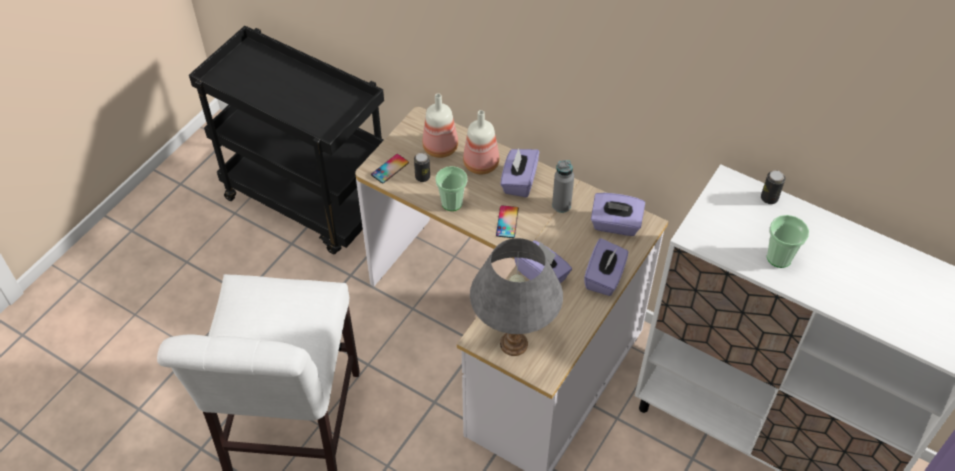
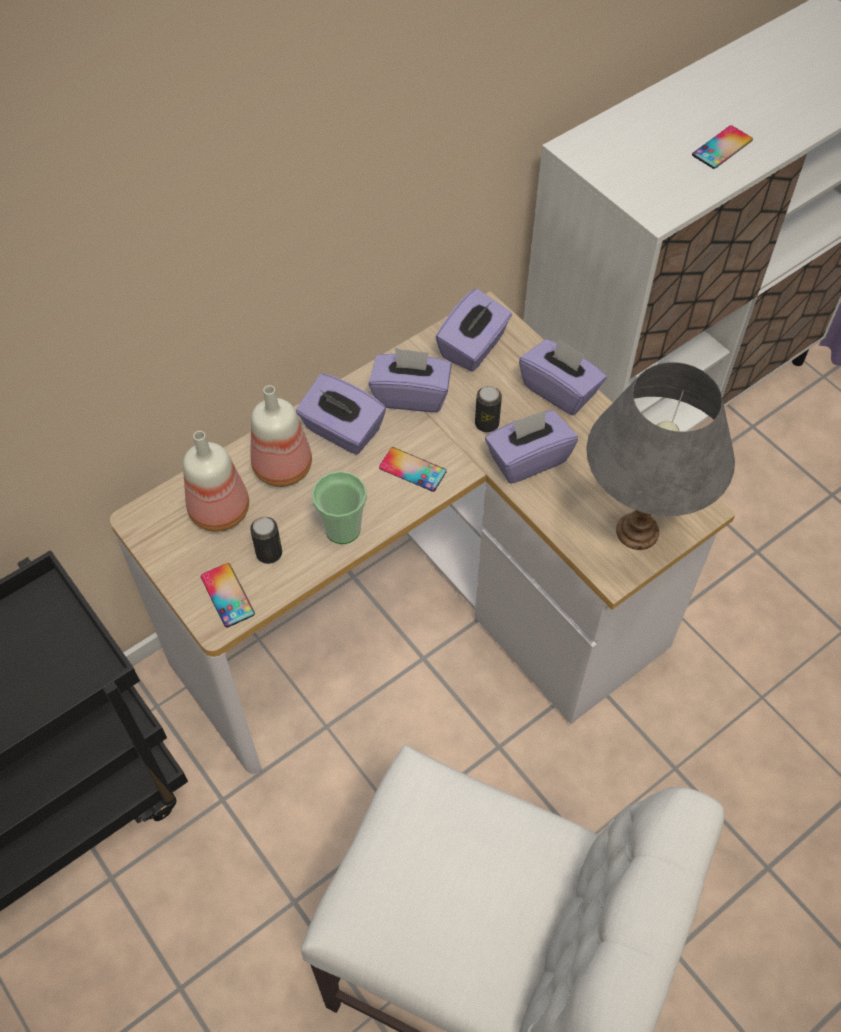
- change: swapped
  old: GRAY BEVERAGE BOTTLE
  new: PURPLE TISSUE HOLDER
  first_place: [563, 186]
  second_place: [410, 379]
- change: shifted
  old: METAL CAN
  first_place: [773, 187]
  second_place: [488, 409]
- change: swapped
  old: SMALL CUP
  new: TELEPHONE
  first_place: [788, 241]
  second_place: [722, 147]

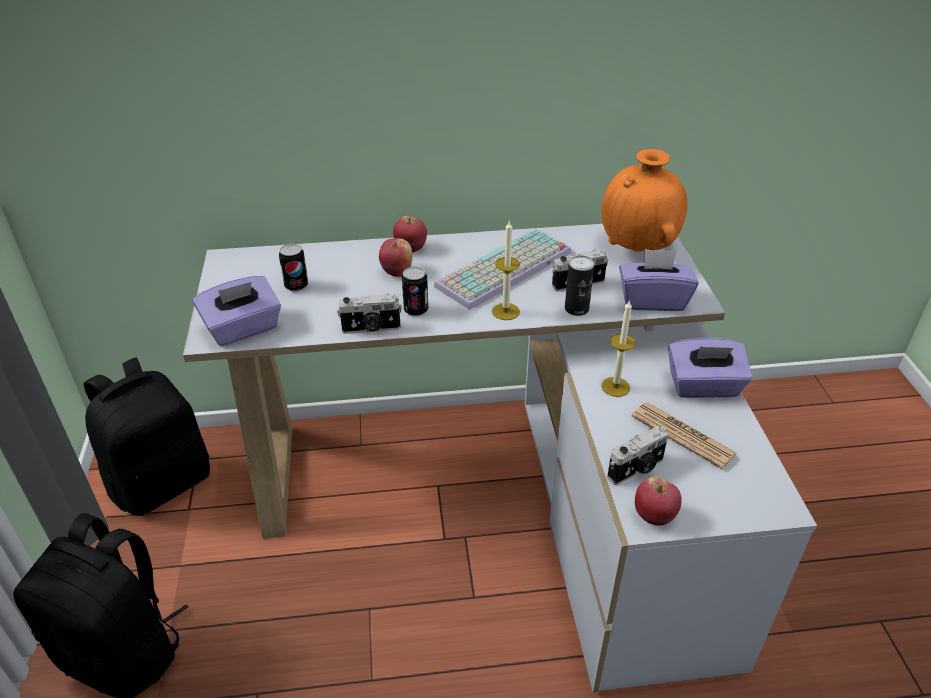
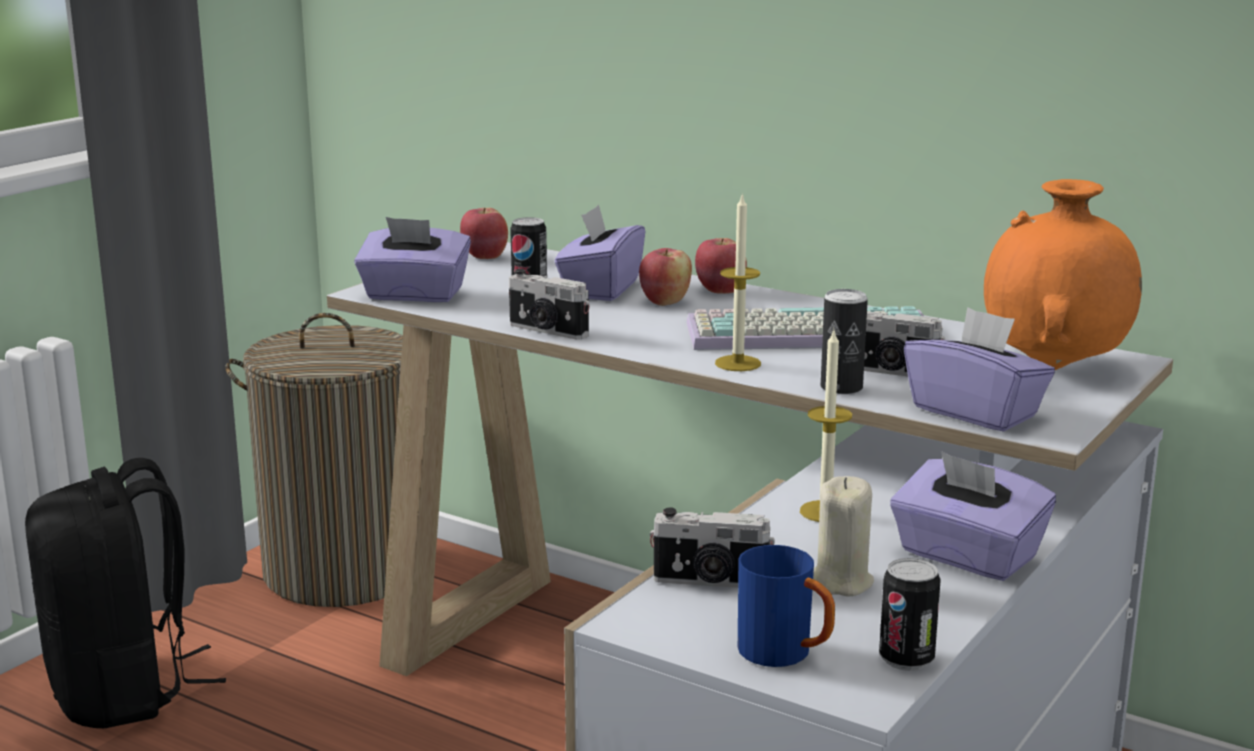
- change: swapped
  old: BLACK-COLOURED BACKPACK
  new: LAUNDRY BASKET
  first_place: [146, 437]
  second_place: [314, 460]
- change: shifted
  old: APPLE
  first_place: [658, 501]
  second_place: [484, 233]
- change: new
  new: PURPLE TISSUE HOLDER
  second_place: [600, 253]
- change: new
  new: BLUE TEA MUG
  second_place: [786, 606]
- change: swapped
  old: DAILY PAPER
  new: BEIGE-COLOURED WAX CANDLE
  first_place: [684, 435]
  second_place: [843, 536]
- change: shifted
  old: METAL CAN
  first_place: [415, 291]
  second_place: [910, 614]

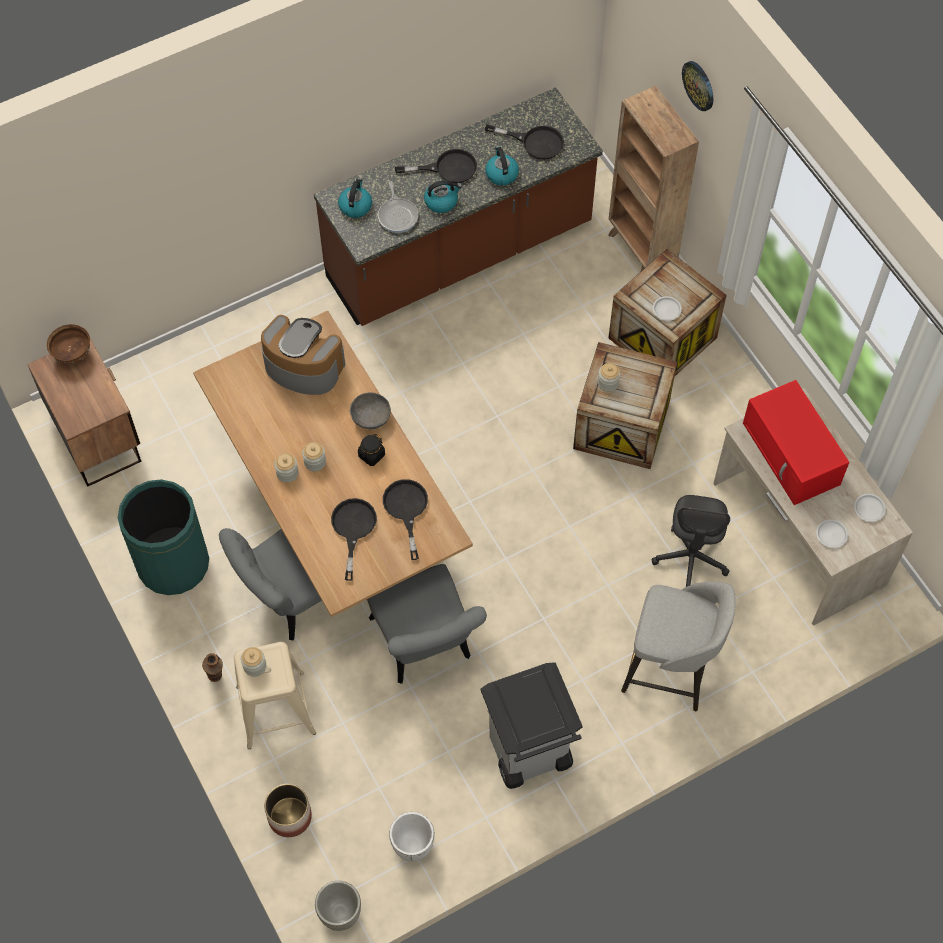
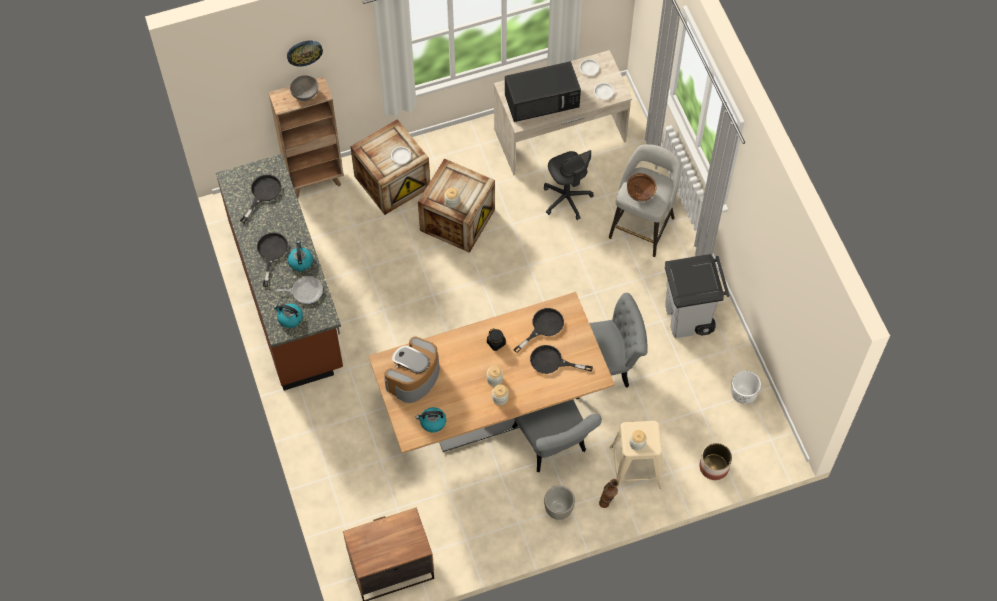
- change: shifted
  old: GRAY BOWL
  first_place: [370, 410]
  second_place: [304, 88]
- change: shifted
  old: KETTLE
  first_place: [502, 165]
  second_place: [431, 420]
- change: repainted
  old: RED MICROWAVE OVEN
  new: BLACK-COLOURED MICROWAVE OVEN
  first_place: [796, 442]
  second_place: [543, 91]
- change: rotated
  old: BLACK-COLOURED PAN
  first_place: [405, 519]
  second_place: [538, 330]
  degrees: 135
- change: rotated
  old: GRAY OFFICE CHAIR
  first_place: [690, 541]
  second_place: [569, 185]
  degrees: 45
- change: shifted
  old: GRAY FLOWER POT
  first_place: [338, 906]
  second_place: [559, 503]
- change: shifted
  old: BROWNISH BOWL
  first_place: [68, 344]
  second_place: [642, 187]
- change: gone
  old: GREEN TRASH CAN
  first_place: [163, 537]

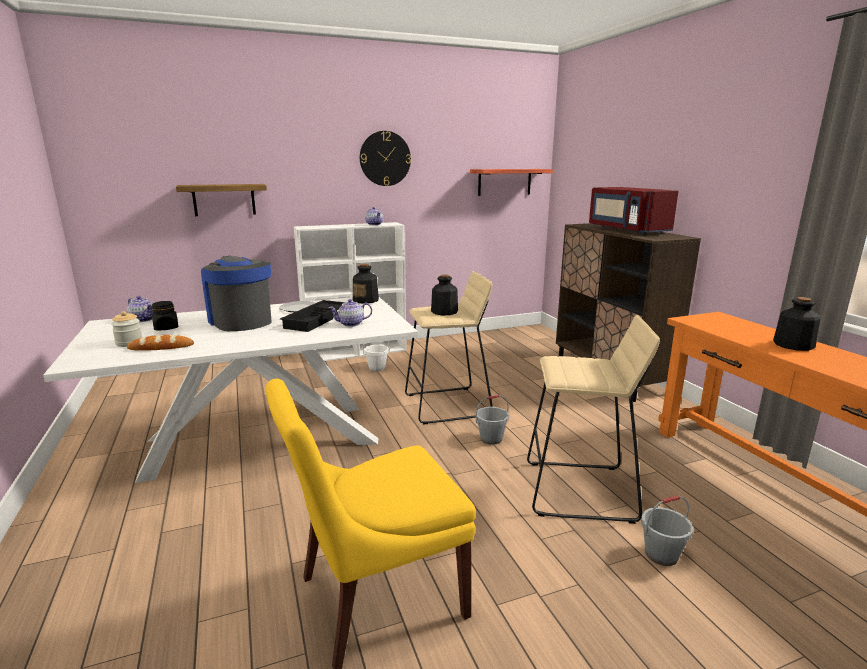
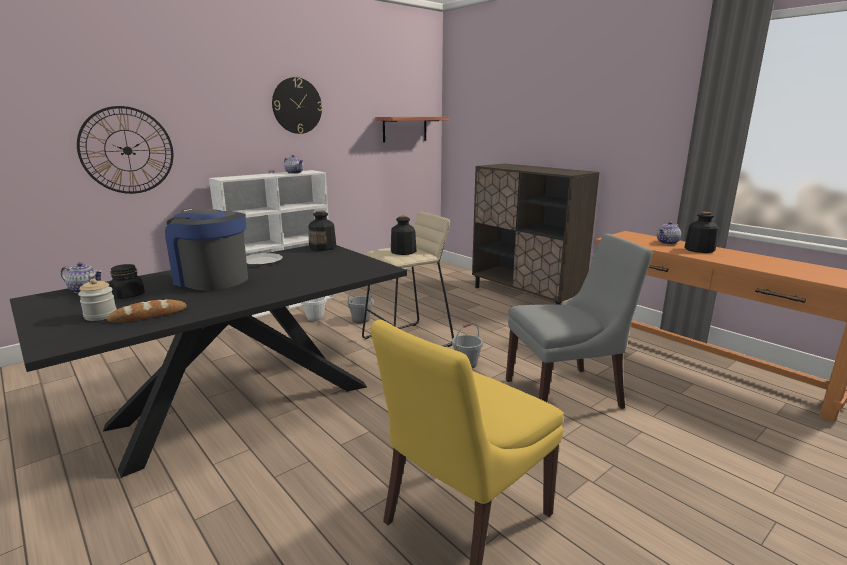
- change: repainted
  old: WHITISH DINNER TABLE
  new: BLACK-COLOURED DINNER TABLE
  first_place: [230, 390]
  second_place: [208, 361]
- change: swapped
  old: SHELF
  new: WALL CLOCK
  first_place: [221, 200]
  second_place: [125, 150]
- change: shifted
  old: GRAY WATER BUCKET
  first_place: [667, 531]
  second_place: [360, 304]
- change: swapped
  old: BEIGE-COLOURED SITTING STOOL
  new: GRAY UPRIGHT CHAIR
  first_place: [593, 419]
  second_place: [579, 321]
- change: shifted
  old: POT FOR TEA
  first_place: [350, 313]
  second_place: [669, 233]
- change: gone
  old: BLACK-COLOURED CARRYING TRAY
  first_place: [313, 316]
- change: gone
  old: RED MICROWAVE OVEN
  first_place: [634, 211]

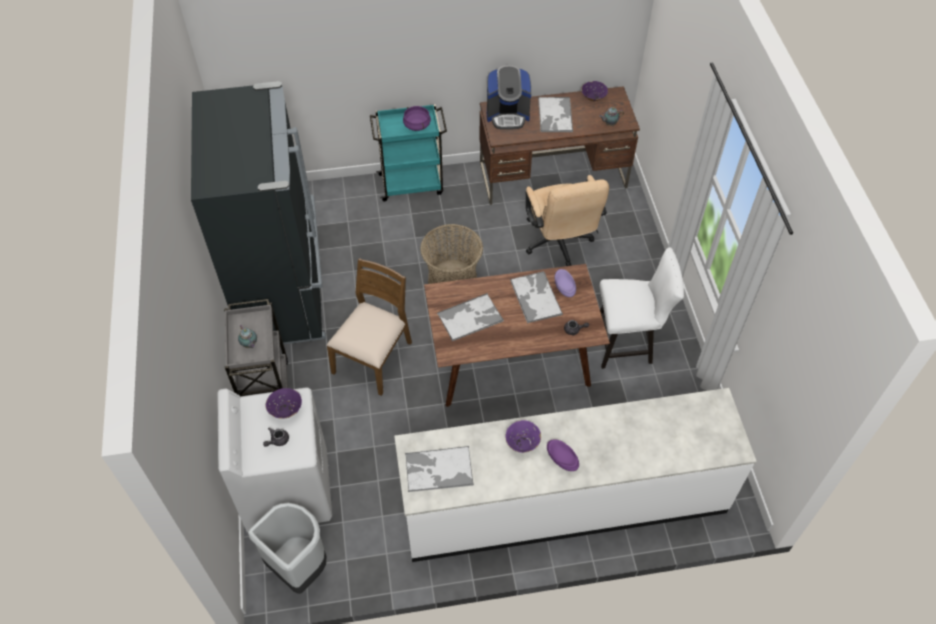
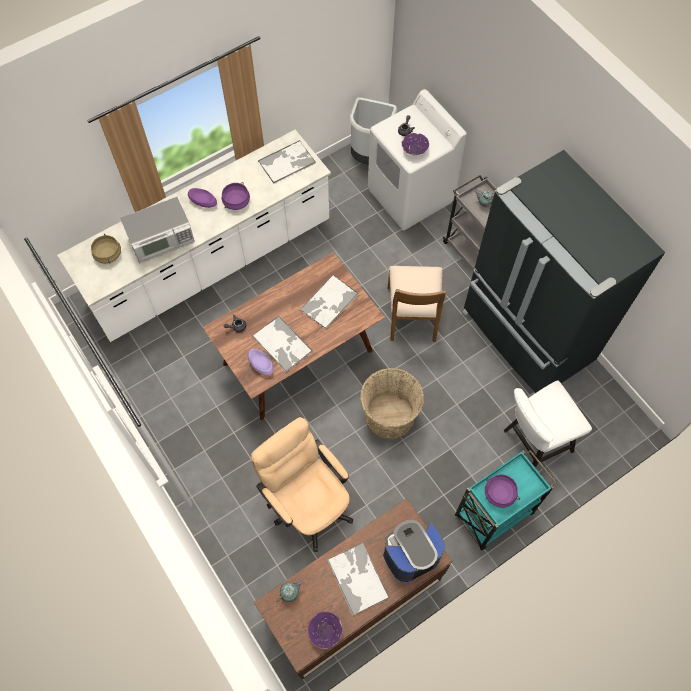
- change: new
  new: BEIGE-COLOURED STOCKPOT
  second_place: [106, 248]
- change: new
  new: MICROWAVE OVEN
  second_place: [157, 230]
- change: swapped
  old: PURPLE BOWL
  new: PURPLE STOCKPOT
  first_place: [523, 436]
  second_place: [235, 196]
- change: shifted
  old: WHITISH UPRIGHT CHAIR
  first_place: [641, 308]
  second_place: [548, 424]

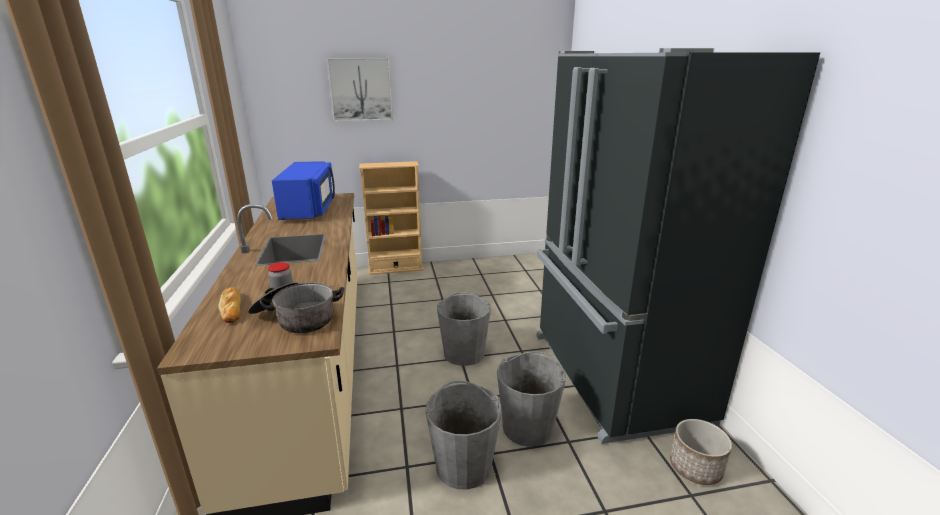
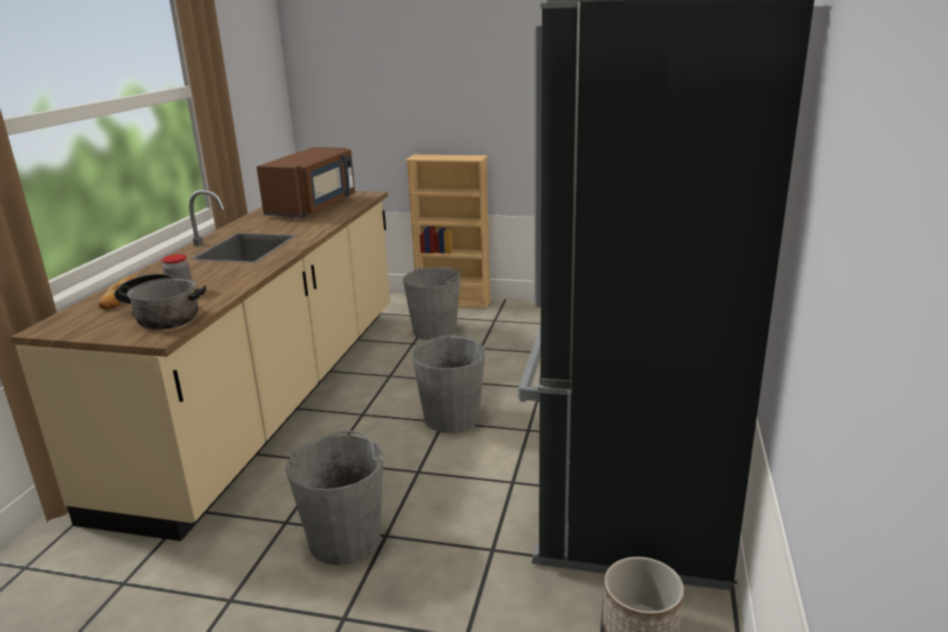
- change: repainted
  old: BLUE MICROWAVE OVEN
  new: BROWNISH MICROWAVE OVEN
  first_place: [303, 190]
  second_place: [306, 182]
- change: shifted
  old: GRAY WATER BUCKET
  first_place: [531, 399]
  second_place: [432, 303]
- change: gone
  old: WALL PICTURE
  first_place: [360, 90]

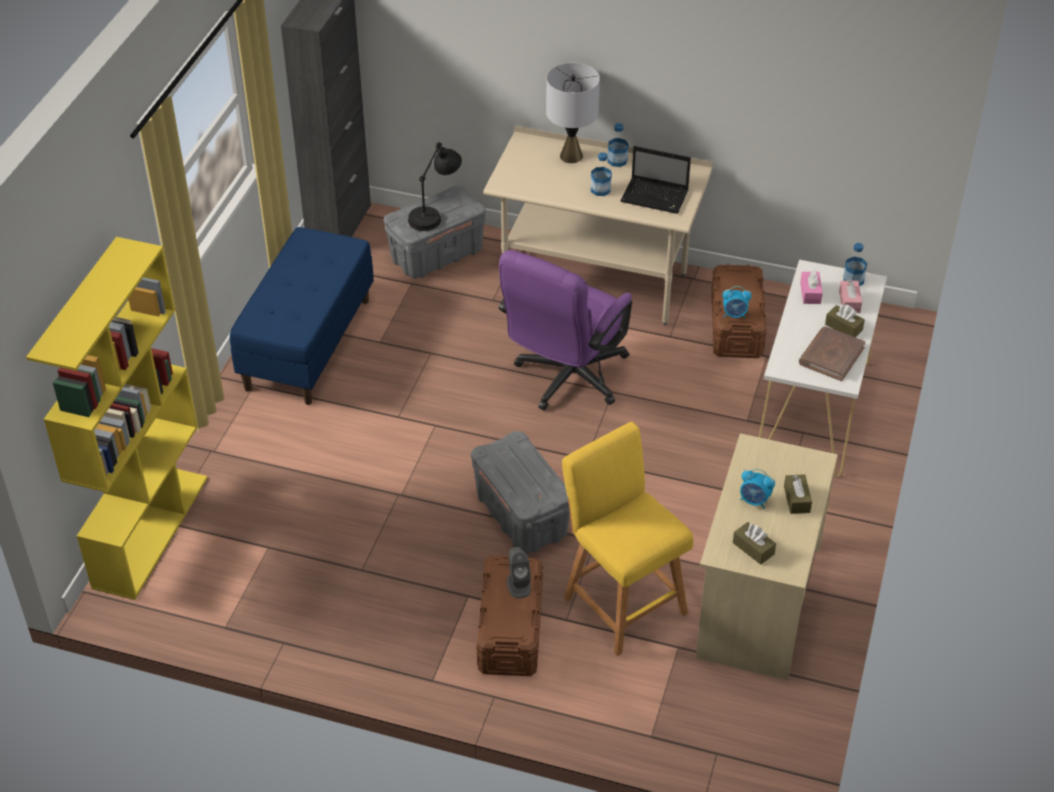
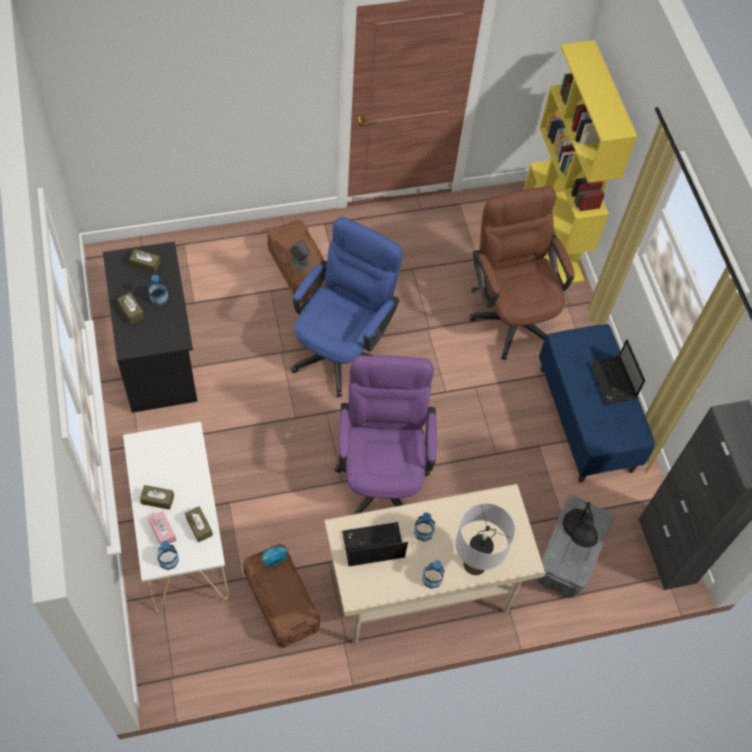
- change: repainted
  old: BEIGE-COLOURED DESK UNIT
  new: BLACK-COLOURED DESK UNIT
  first_place: [767, 556]
  second_place: [150, 327]
- change: swapped
  old: TABLE CLOCK
  new: BEVERAGE BOTTLE
  first_place: [757, 489]
  second_place: [158, 290]
- change: repainted
  old: PINKISH TISSUE HOLDER
  new: BROWNISH TISSUE HOLDER
  first_place: [811, 286]
  second_place: [199, 524]
- change: swapped
  old: GRAY STORAGE BOX
  new: BLUE OFFICE CHAIR
  first_place: [520, 492]
  second_place: [346, 307]
- change: new
  new: BROWNISH OFFICE CHAIR
  second_place: [522, 273]
- change: new
  new: LAPTOP
  second_place: [617, 372]
- change: gone
  old: YELLOW-COLOURED SITTING STOOL
  first_place: [627, 539]
- change: gone
  old: BROWNISH BOOK
  first_place: [832, 353]

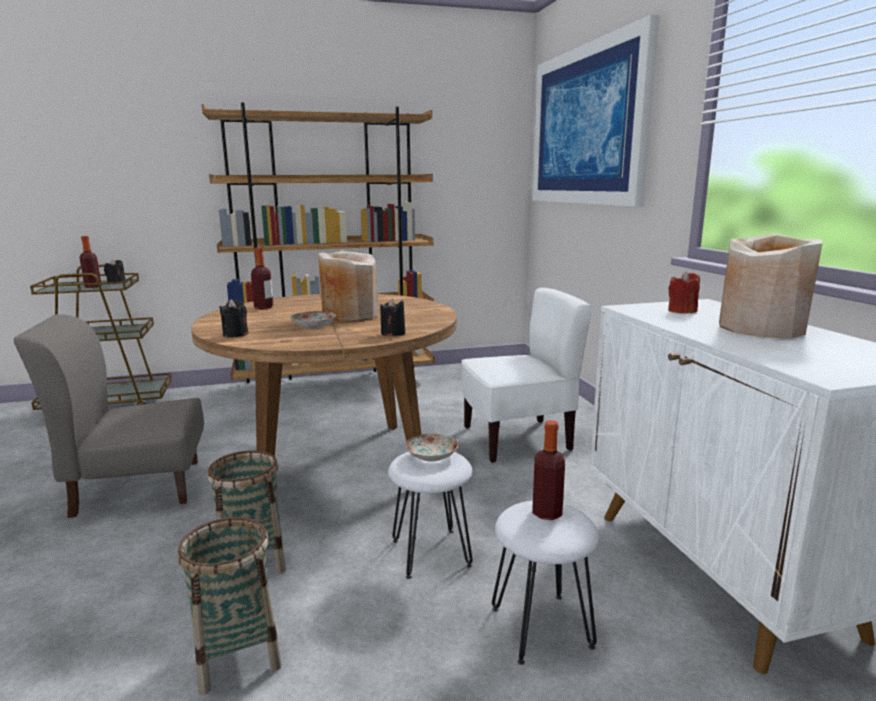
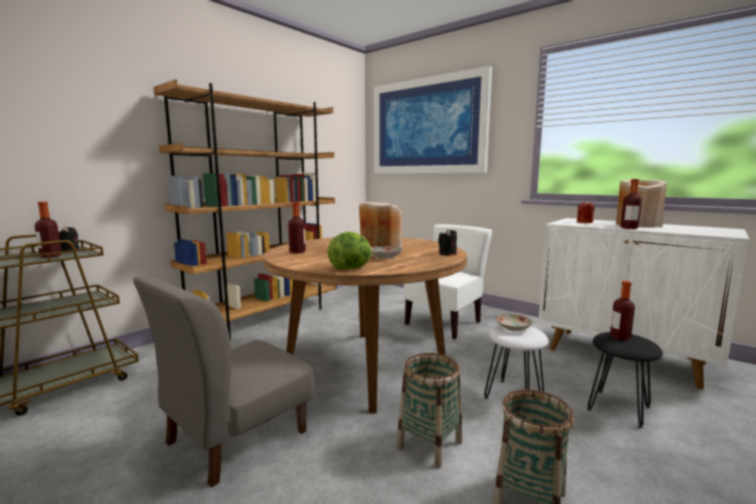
- change: swapped
  old: BLACK-COLOURED WAX CANDLE
  new: LETTUCE HEAD
  first_place: [233, 318]
  second_place: [350, 250]
- change: repainted
  old: WHITISH SITTING STOOL
  new: BLACK-COLOURED SITTING STOOL
  first_place: [545, 583]
  second_place: [625, 380]
- change: new
  new: BEVERAGE BOTTLE
  second_place: [631, 204]

